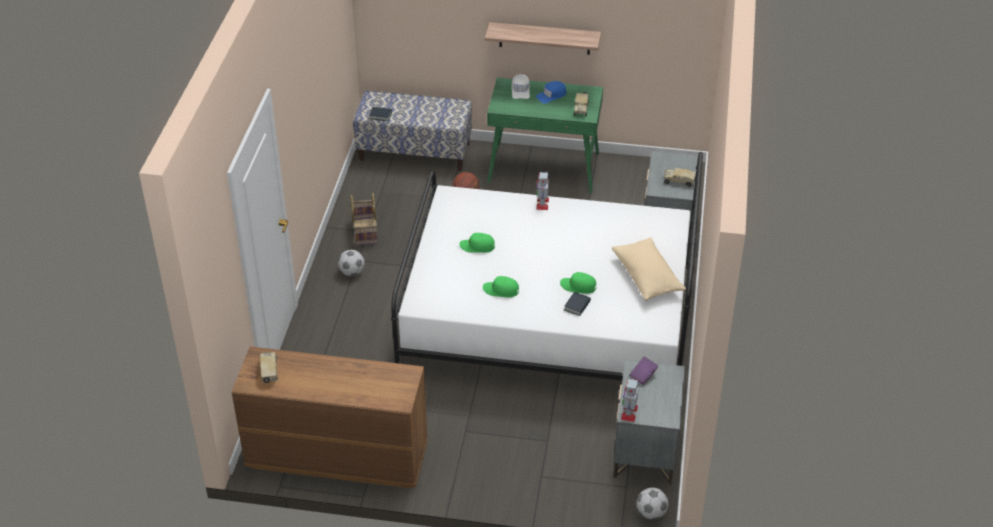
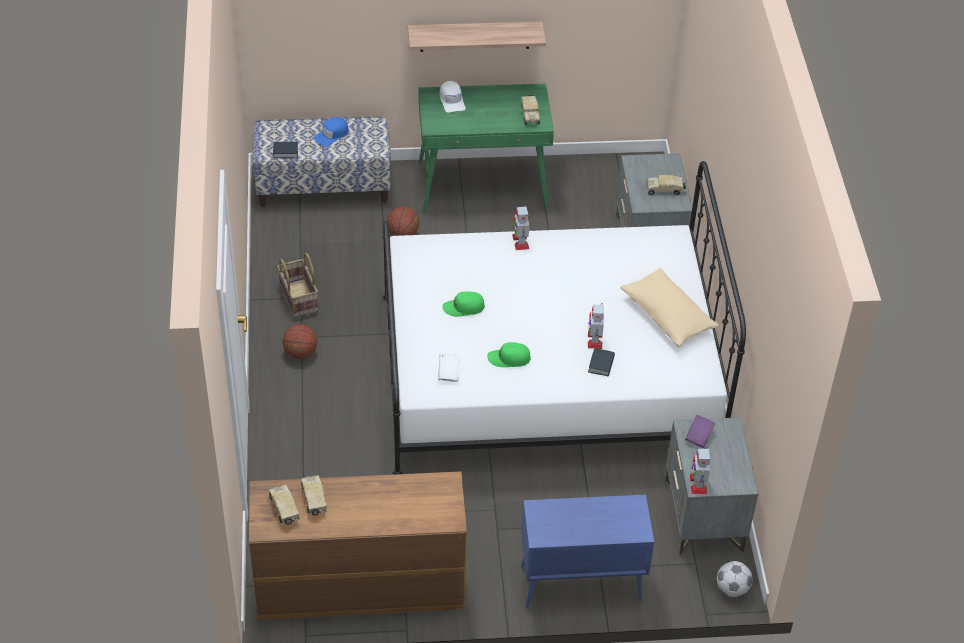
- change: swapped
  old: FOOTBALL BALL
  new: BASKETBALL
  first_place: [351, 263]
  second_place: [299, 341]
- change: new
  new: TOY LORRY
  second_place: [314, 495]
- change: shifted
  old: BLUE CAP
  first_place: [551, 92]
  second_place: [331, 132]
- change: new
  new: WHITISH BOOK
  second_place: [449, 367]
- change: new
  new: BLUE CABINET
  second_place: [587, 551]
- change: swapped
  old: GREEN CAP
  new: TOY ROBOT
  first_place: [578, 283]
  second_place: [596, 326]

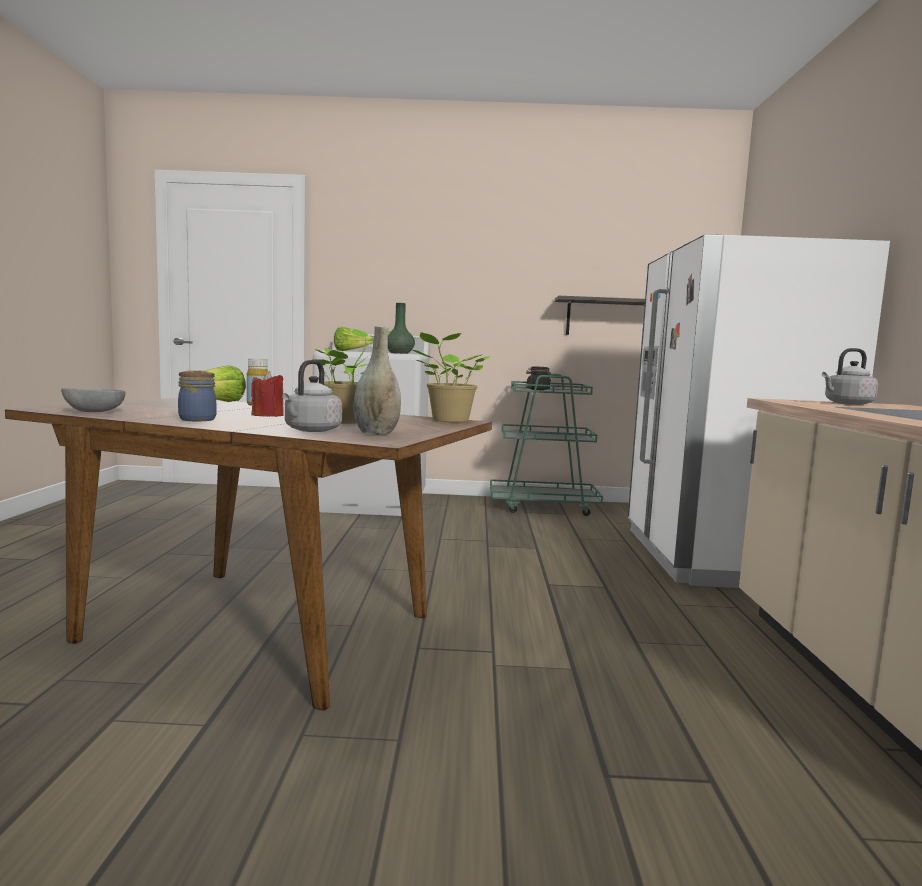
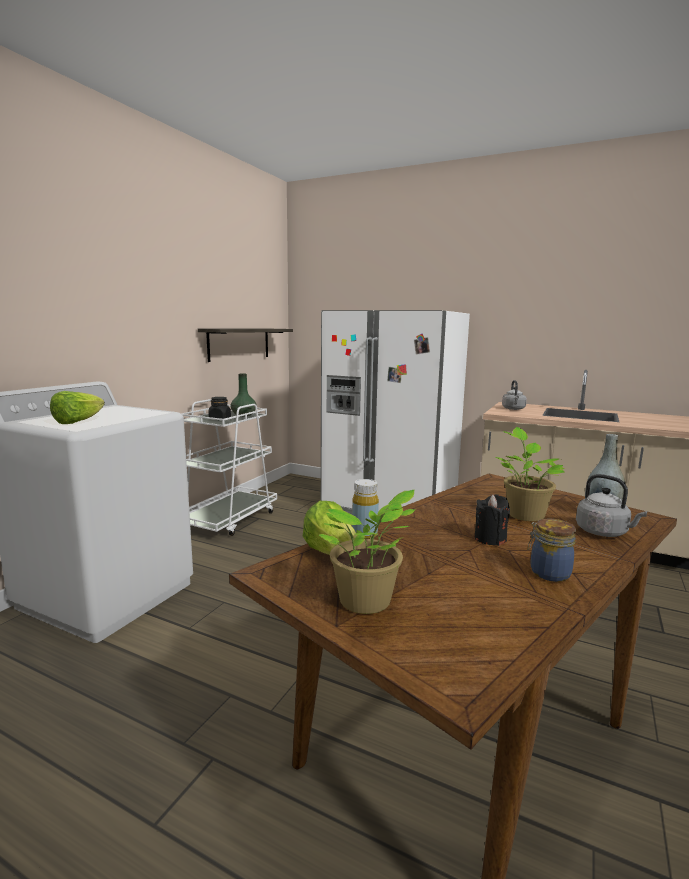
- change: repainted
  old: GREEN WHEELED CART
  new: WHITISH WHEELED CART
  first_place: [546, 445]
  second_place: [229, 467]
- change: shifted
  old: GREEN DECORATIVE VASE
  first_place: [401, 328]
  second_place: [244, 394]
- change: shifted
  old: POTTED PLANT
  first_place: [450, 377]
  second_place: [367, 552]
- change: repainted
  old: RED WAX CANDLE
  new: BLACK-COLOURED WAX CANDLE
  first_place: [267, 394]
  second_place: [492, 520]
- change: gone
  old: GRAY BOWL
  first_place: [93, 400]

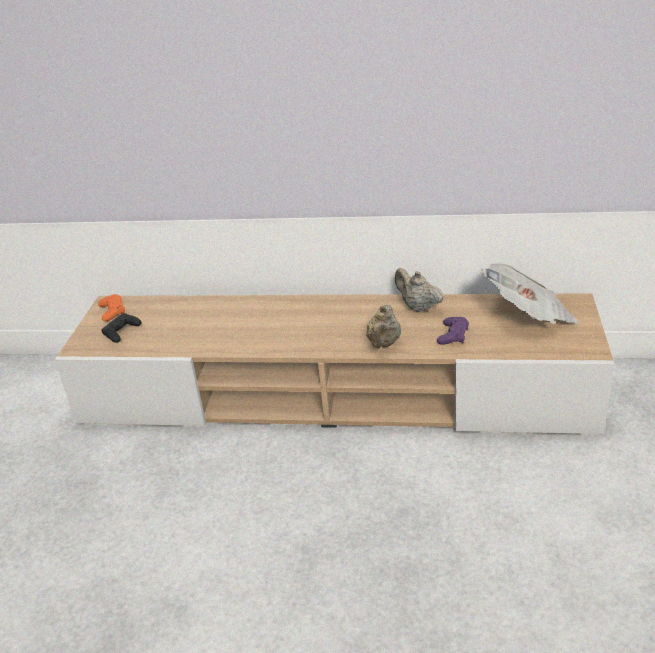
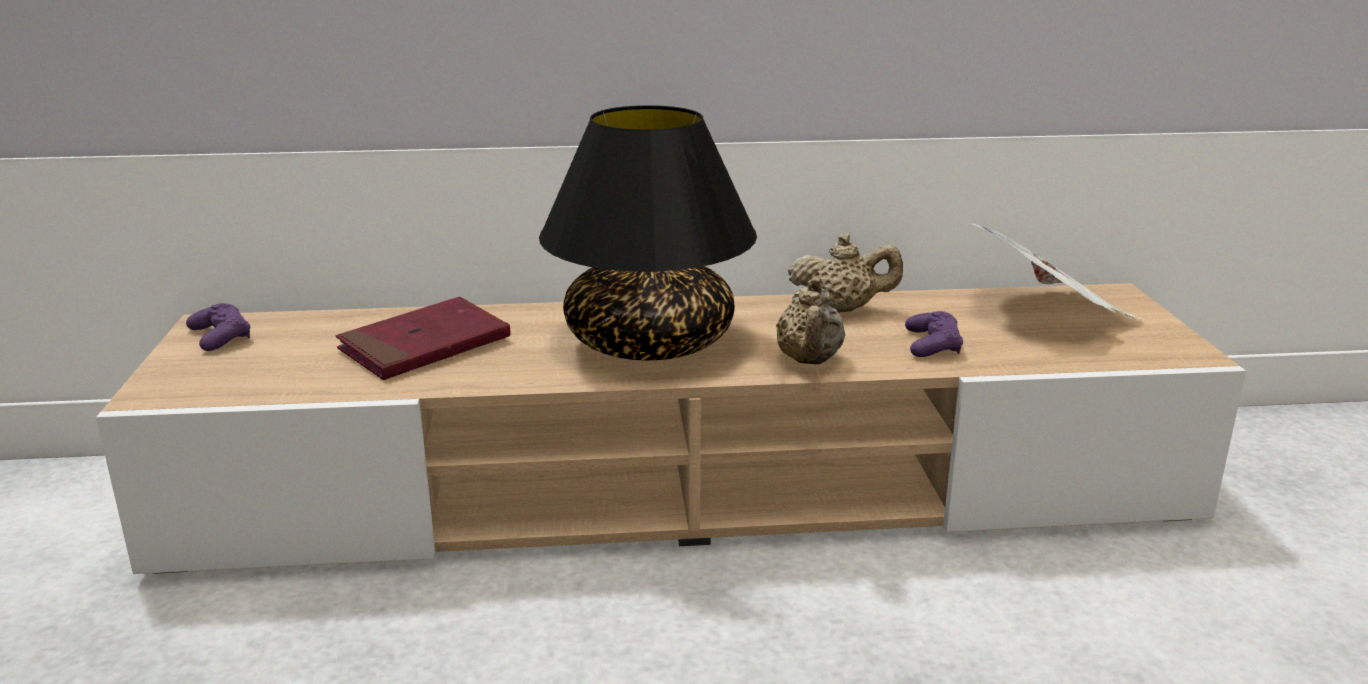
- change: repainted
  old: ORANGE-COLOURED JOYPAD
  new: PURPLE JOYPAD
  first_place: [111, 308]
  second_place: [218, 327]
- change: new
  new: RED BOOK
  second_place: [423, 338]
- change: new
  new: BLACK-COLOURED TABLE LAMP
  second_place: [648, 232]
- change: rotated
  old: BEIGE-COLOURED POT FOR TEA
  first_place: [419, 290]
  second_place: [845, 273]
  degrees: 150
- change: gone
  old: BLACK-COLOURED JOYPAD
  first_place: [121, 328]

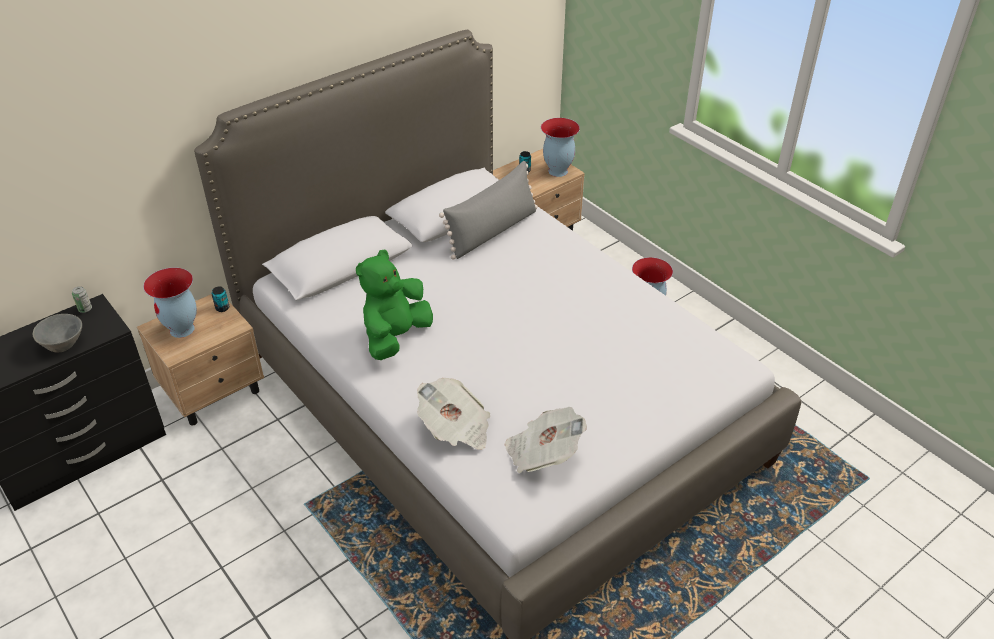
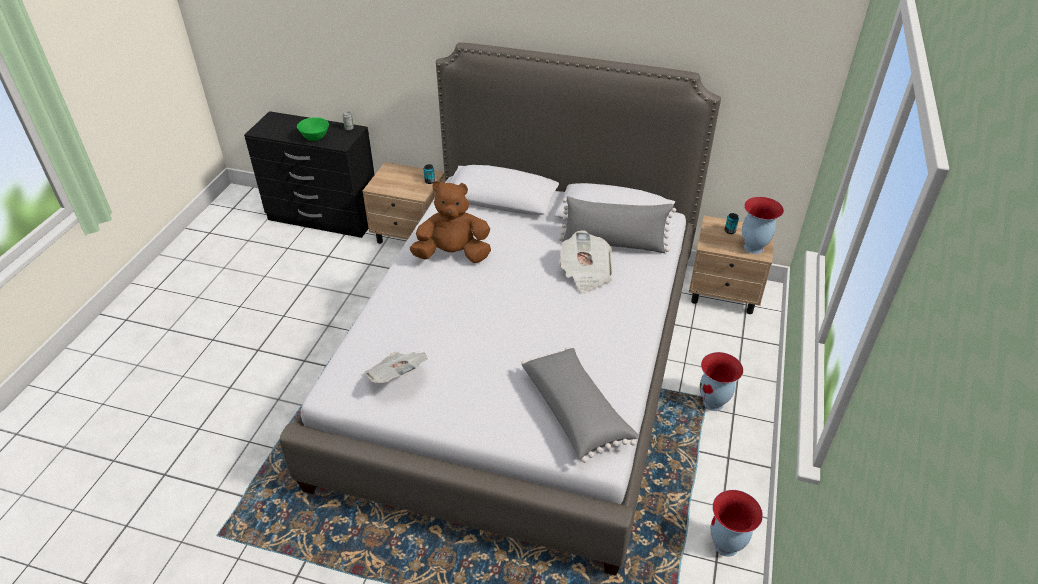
- change: repainted
  old: GRAY BOWL
  new: GREEN BOWL
  first_place: [57, 333]
  second_place: [313, 129]
- change: repainted
  old: GREEN SOFT TOY
  new: BROWNISH SOFT TOY
  first_place: [394, 304]
  second_place: [450, 222]
- change: new
  new: GRAY PILLOW
  second_place: [580, 405]
- change: shifted
  old: DAILY PAPER
  first_place: [453, 414]
  second_place: [586, 262]
- change: shifted
  old: DECORATIVE VASE
  first_place: [170, 302]
  second_place: [736, 523]

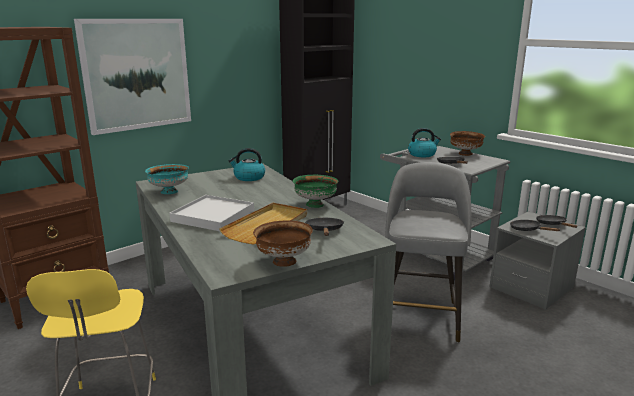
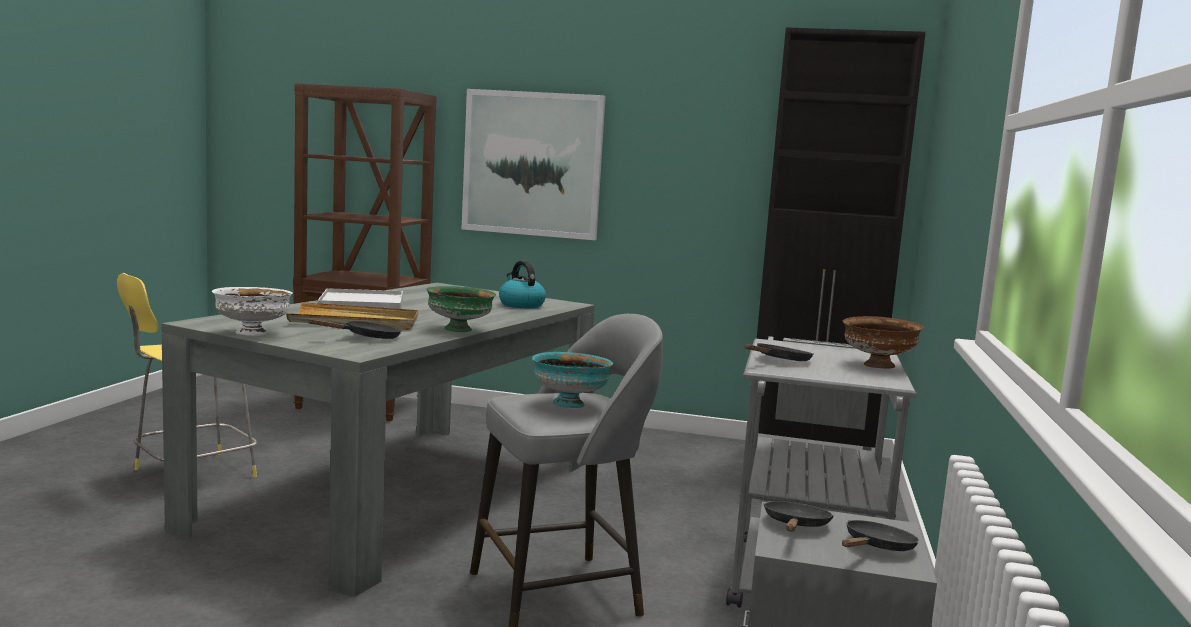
- change: repainted
  old: BROWNISH BOWL
  new: WHITISH BOWL
  first_place: [283, 244]
  second_place: [252, 311]
- change: shifted
  old: BLUE-GREEN BOWL
  first_place: [167, 179]
  second_place: [572, 380]
- change: gone
  old: KETTLE
  first_place: [424, 142]

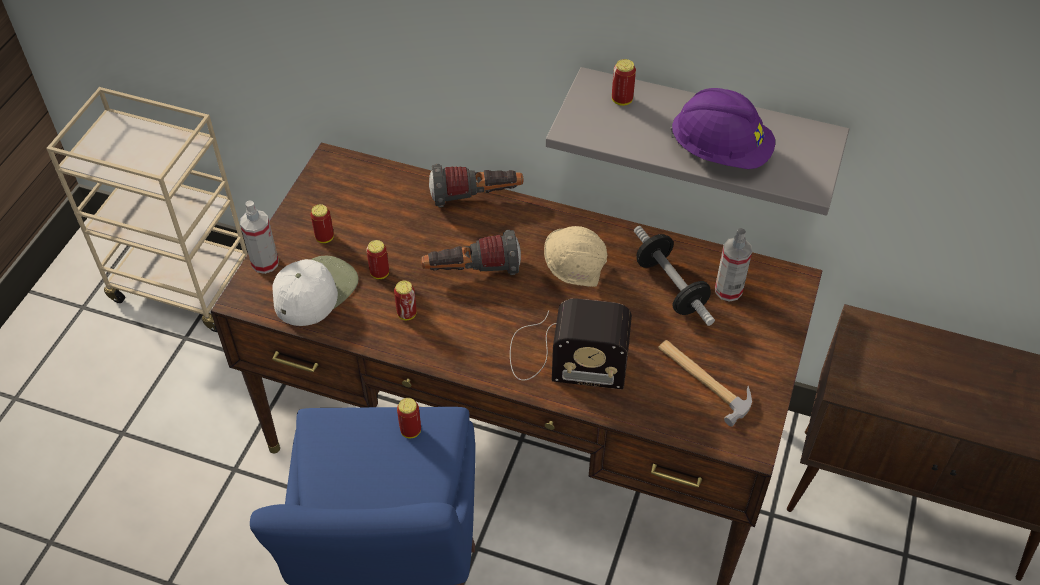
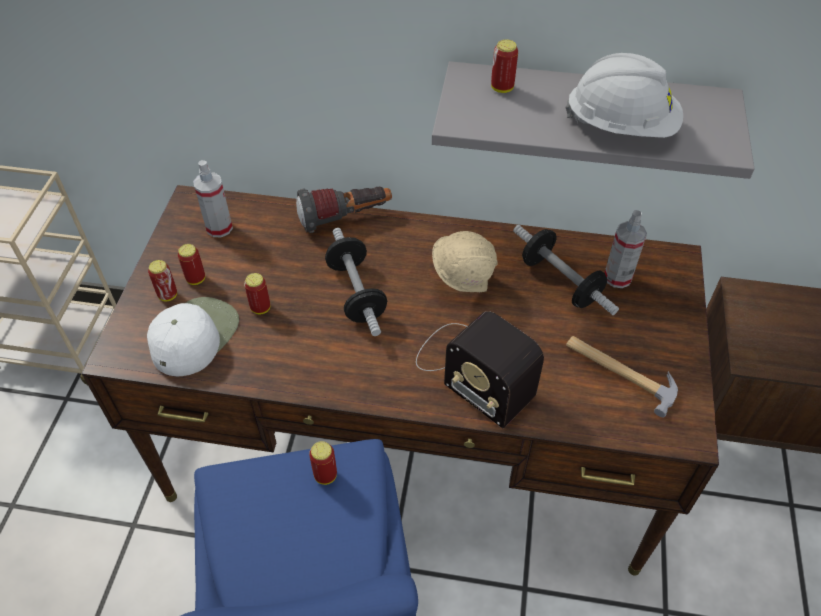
- change: shifted
  old: METAL CAN
  first_place: [405, 300]
  second_place: [162, 280]
- change: shifted
  old: SPRAY BOTTLE
  first_place: [259, 237]
  second_place: [213, 198]
- change: swapped
  old: HAND TORCH
  new: FREE WEIGHT
  first_place: [471, 252]
  second_place: [356, 282]
- change: rotated
  old: RADIO SET
  first_place: [571, 343]
  second_place: [480, 369]
  degrees: 45
- change: repainted
  old: PURPLE WORK HELMET
  new: WHITISH WORK HELMET
  first_place: [722, 128]
  second_place: [624, 95]

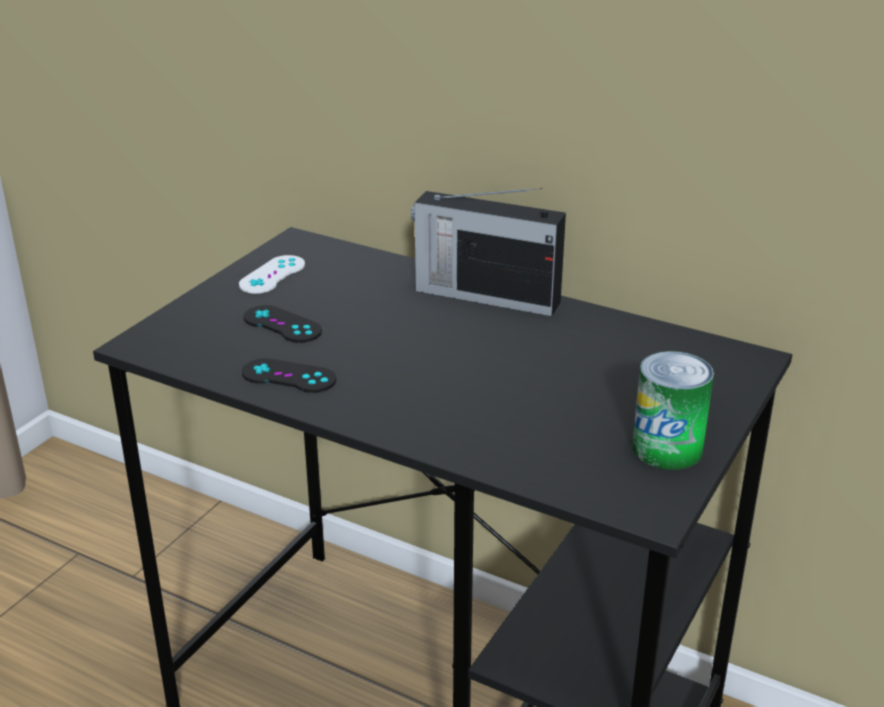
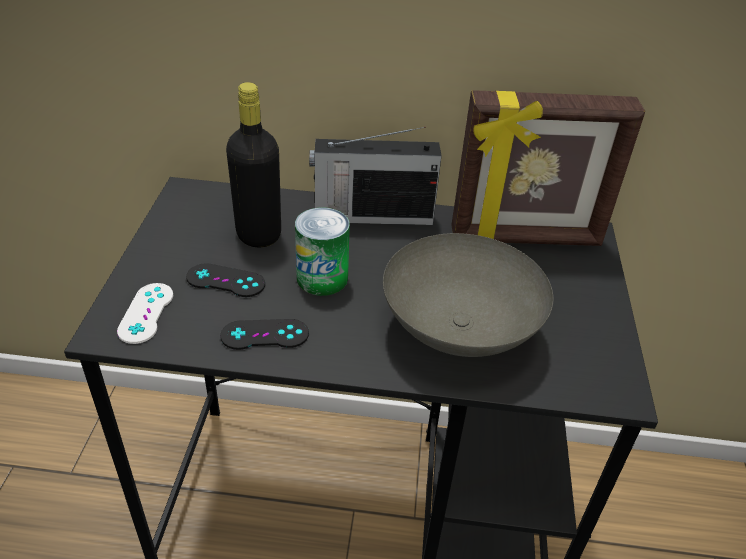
- change: shifted
  old: WHITISH JOYPAD
  first_place: [272, 274]
  second_place: [145, 313]
- change: new
  new: BLACK-COLOURED BEVERAGE BOTTLE
  second_place: [253, 164]
- change: shifted
  old: METAL CAN
  first_place: [673, 410]
  second_place: [322, 251]
- change: new
  new: GRAY BOWL
  second_place: [468, 295]
- change: new
  new: PHOTO FRAME
  second_place: [548, 168]

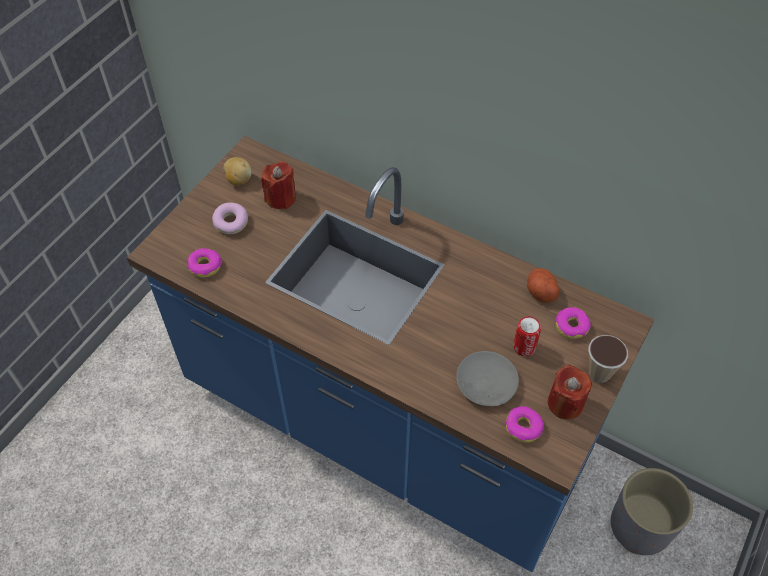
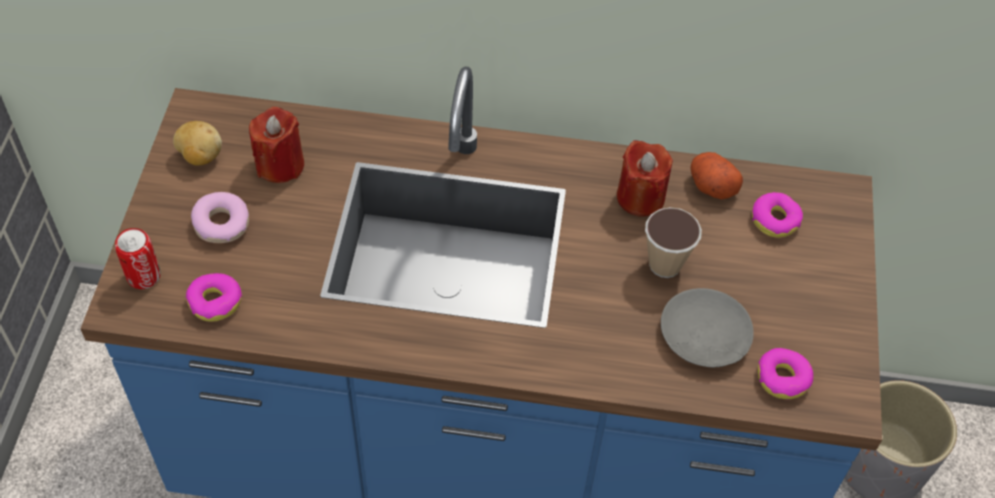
- change: shifted
  old: METAL CAN
  first_place: [527, 336]
  second_place: [138, 258]
- change: shifted
  old: RED WAX CANDLE
  first_place: [570, 392]
  second_place: [645, 178]
- change: shifted
  old: SMALL CUP
  first_place: [608, 359]
  second_place: [673, 242]

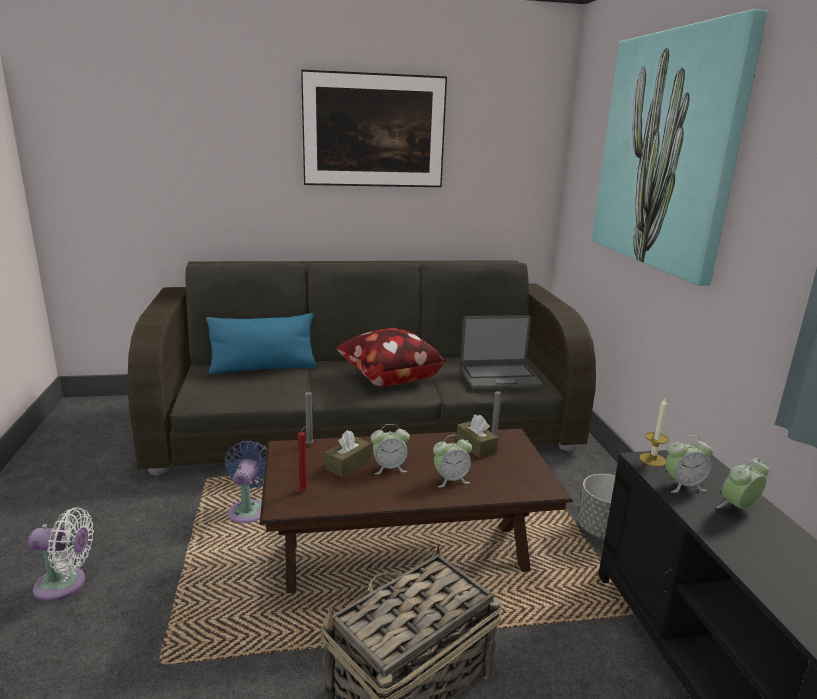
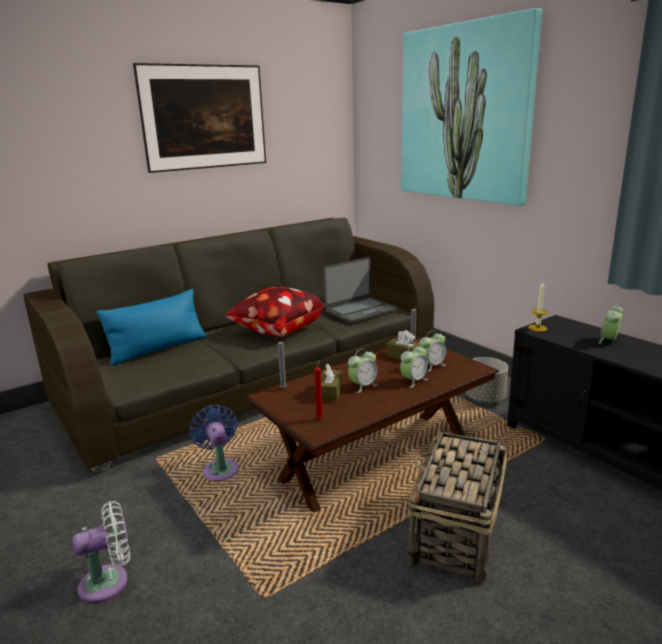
- change: shifted
  old: TABLE CLOCK
  first_place: [689, 464]
  second_place: [432, 351]

